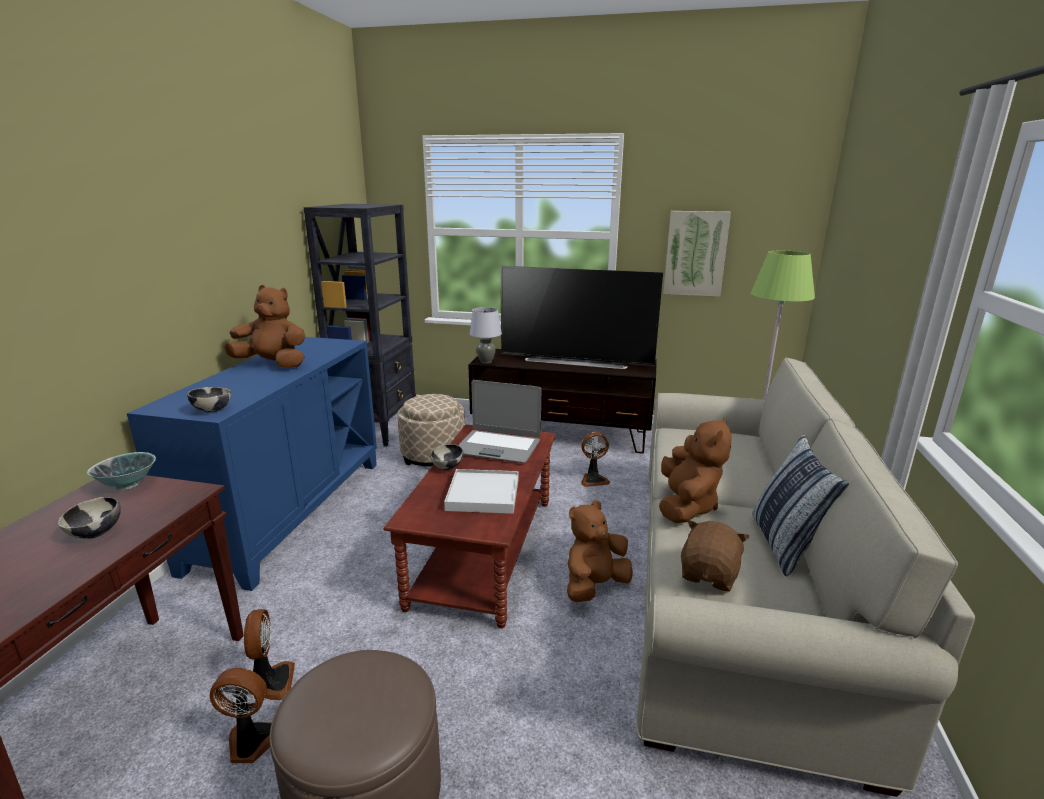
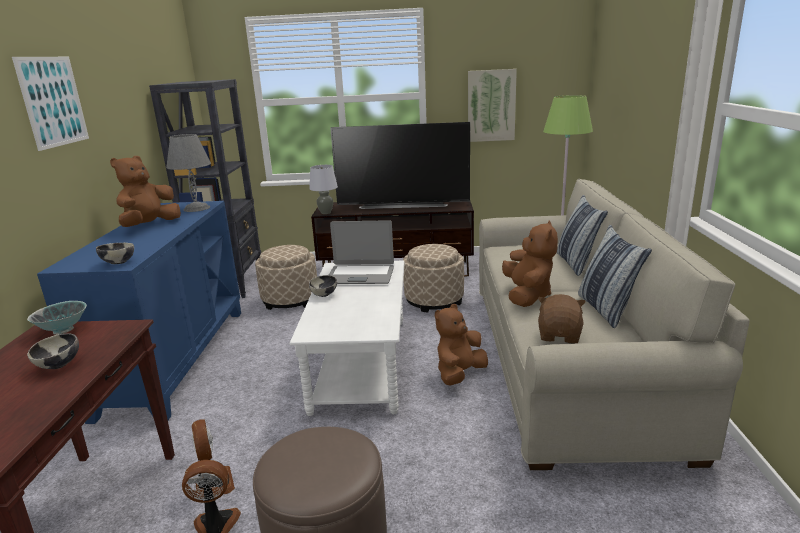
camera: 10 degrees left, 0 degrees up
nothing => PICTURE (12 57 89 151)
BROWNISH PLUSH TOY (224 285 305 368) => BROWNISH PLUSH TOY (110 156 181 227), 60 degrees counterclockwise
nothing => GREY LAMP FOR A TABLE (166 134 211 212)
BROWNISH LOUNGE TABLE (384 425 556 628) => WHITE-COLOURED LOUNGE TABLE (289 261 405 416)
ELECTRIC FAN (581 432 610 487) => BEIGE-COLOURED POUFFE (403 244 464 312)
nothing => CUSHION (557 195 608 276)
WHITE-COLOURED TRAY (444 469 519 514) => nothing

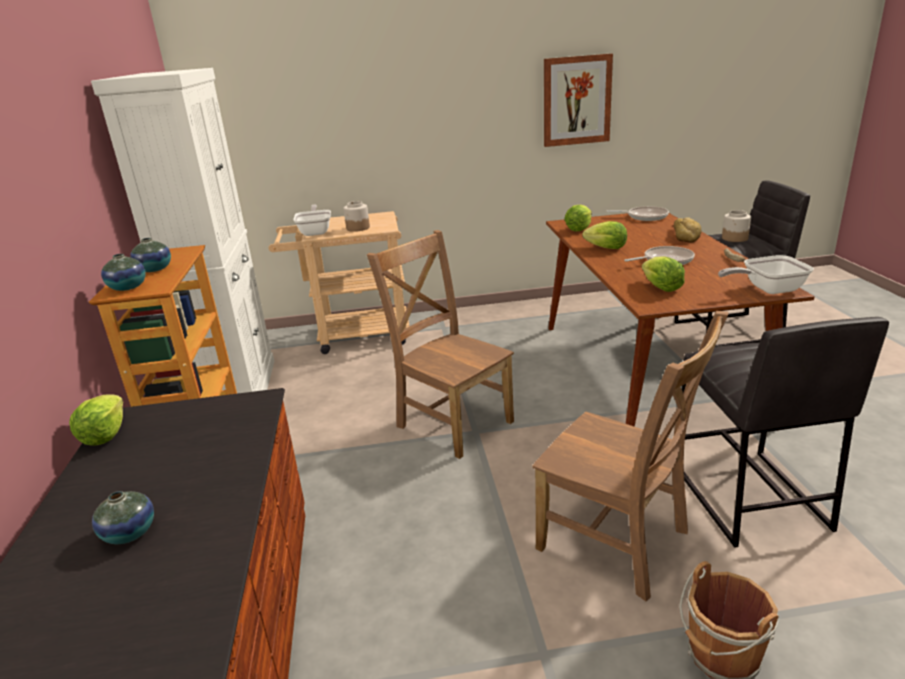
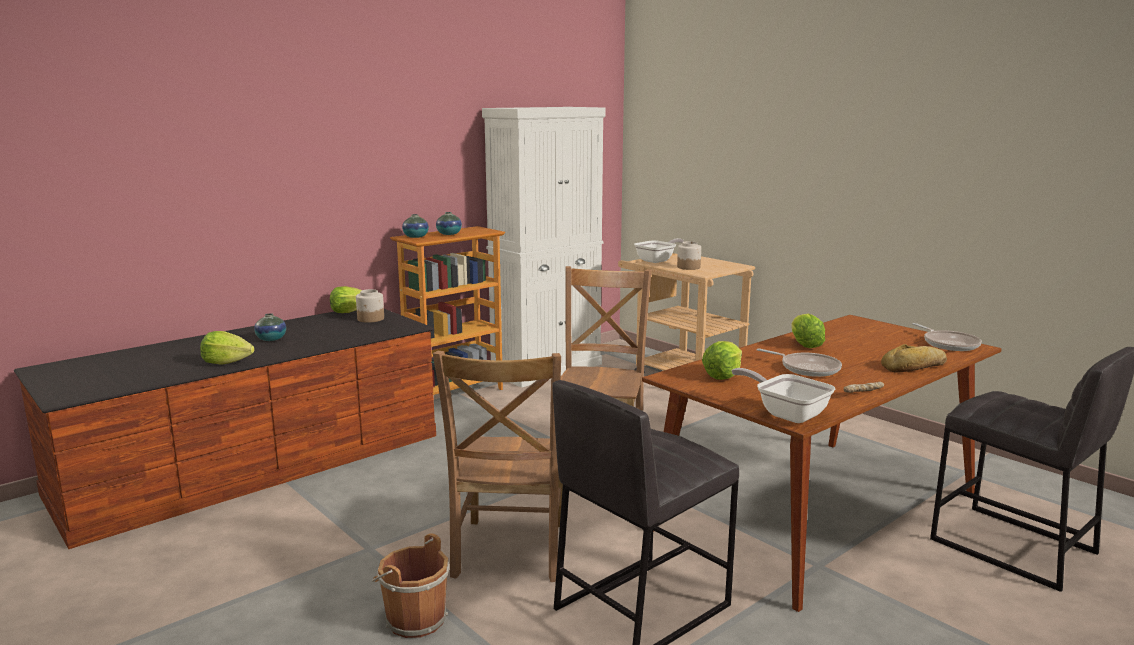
camera: 55 degrees right, 10 degrees down
HEAD OF LETTUCE (564 205 592 232) => HEAD OF LETTUCE (200 331 255 365), relocated
JAR (722 210 751 242) => JAR (356 289 384 323), relocated
PICTURE (544 54 613 147) => nothing

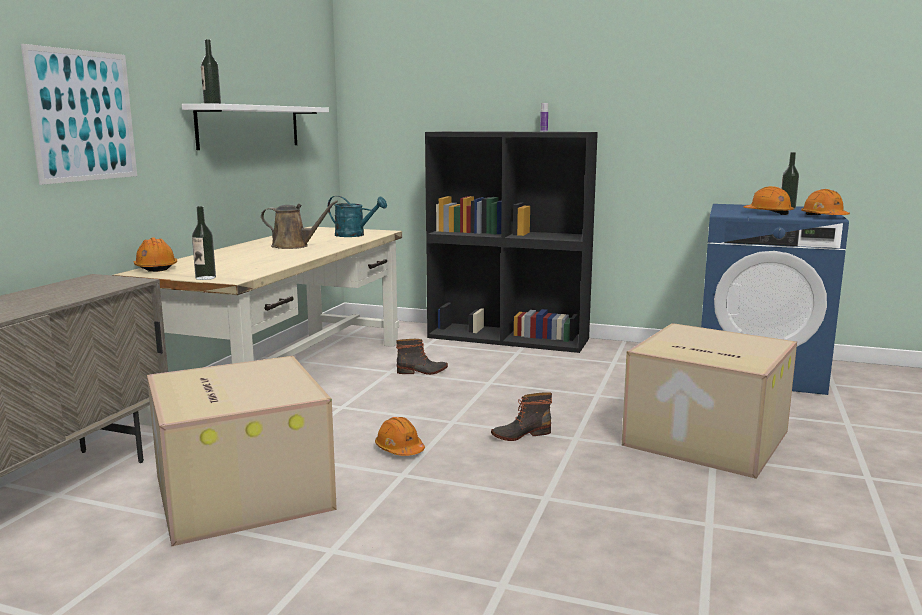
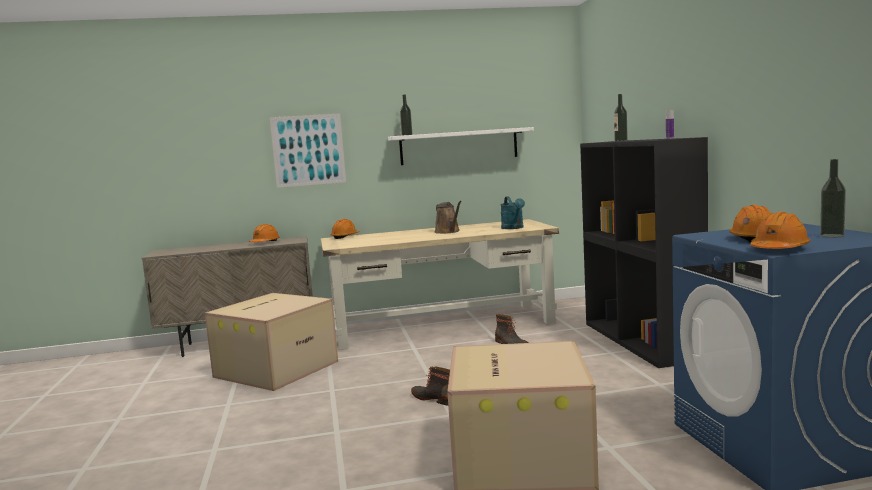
camera: 60 degrees right, 5 degrees down
ORANGE-COLOURED HARD HAT (375 417 425 456) => ORANGE-COLOURED HARD HAT (249 224 280 242), relocated
BOTTLE (192 206 216 280) => BOTTLE (614 94 628 141), relocated

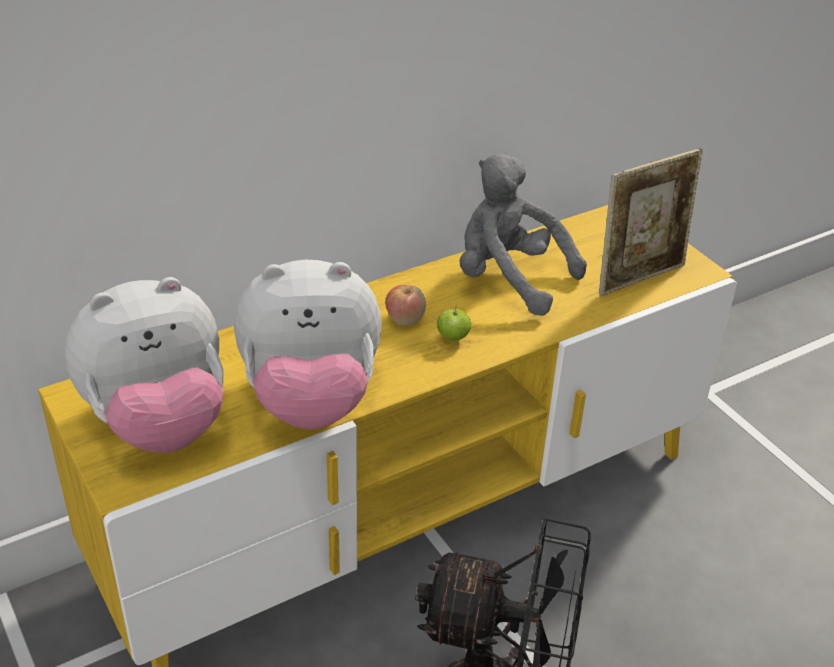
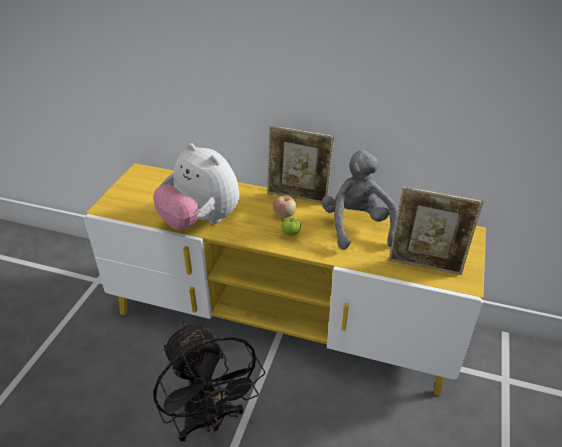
camera: 50 degrees right, 0 degrees up
nothing => STANDING FRAME (267 125 334 203)
PLUSH TOY (65 277 224 453) => nothing

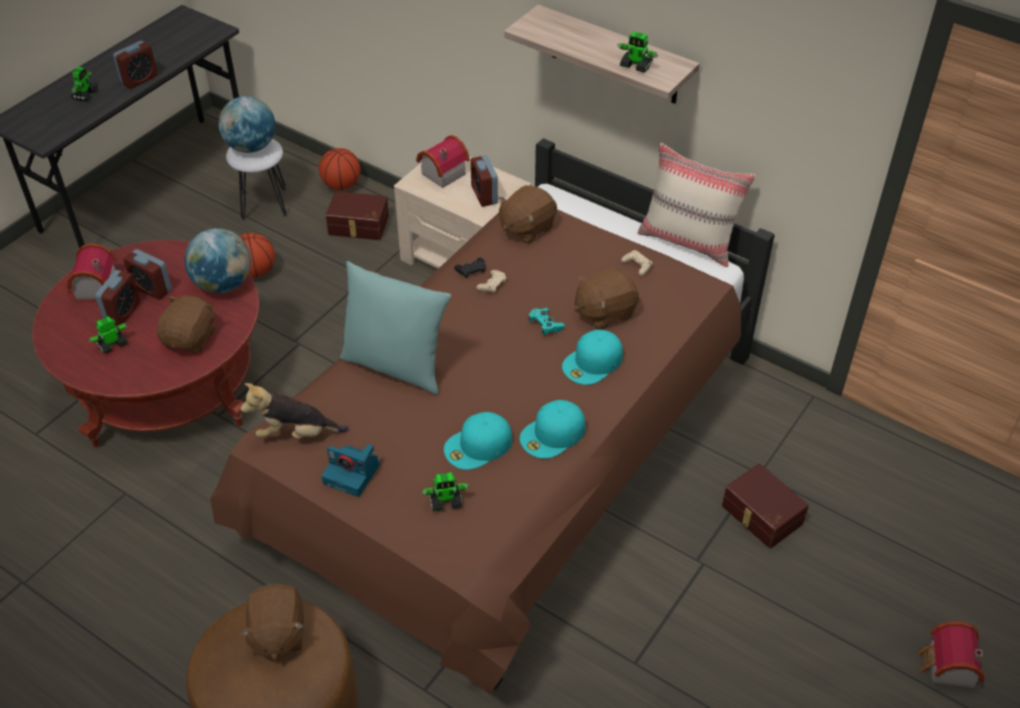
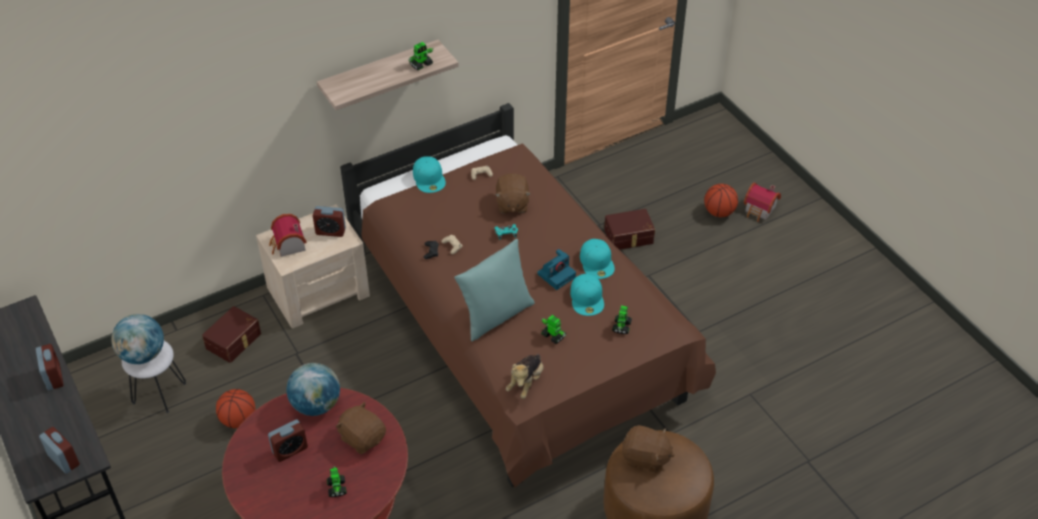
camera: 65 degrees left, 0 degrees up
TABLE CLOCK (95 270 140 326) => TABLE CLOCK (39 427 80 474), relocated
BLUE-GREEN PEAKED CAP (562 330 623 385) => BLUE-GREEN PEAKED CAP (413 156 446 193), relocated
PHOTO CAMERA (321 444 380 497) => PHOTO CAMERA (537 249 576 290), relocated
TOY ROBOT (71 67 98 101) => TOY ROBOT (541 315 566 344), relocated
BASKETBALL BALL (319 148 361 190) => BASKETBALL BALL (704 184 738 217), relocated
MODEL HOUSE (67 243 117 299) => nothing
BROWNISH PLUSH TOY (498 185 557 244) => nothing
BEIGE-COLOURED CUSHION (638 143 756 267) => nothing

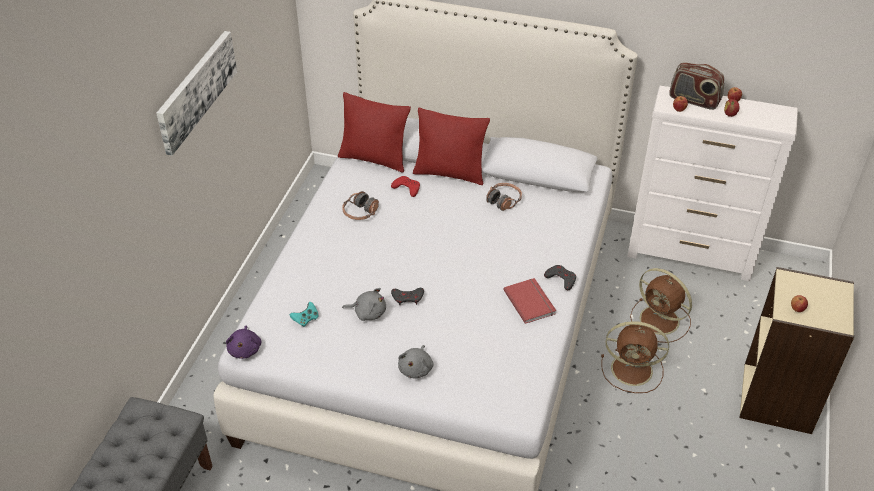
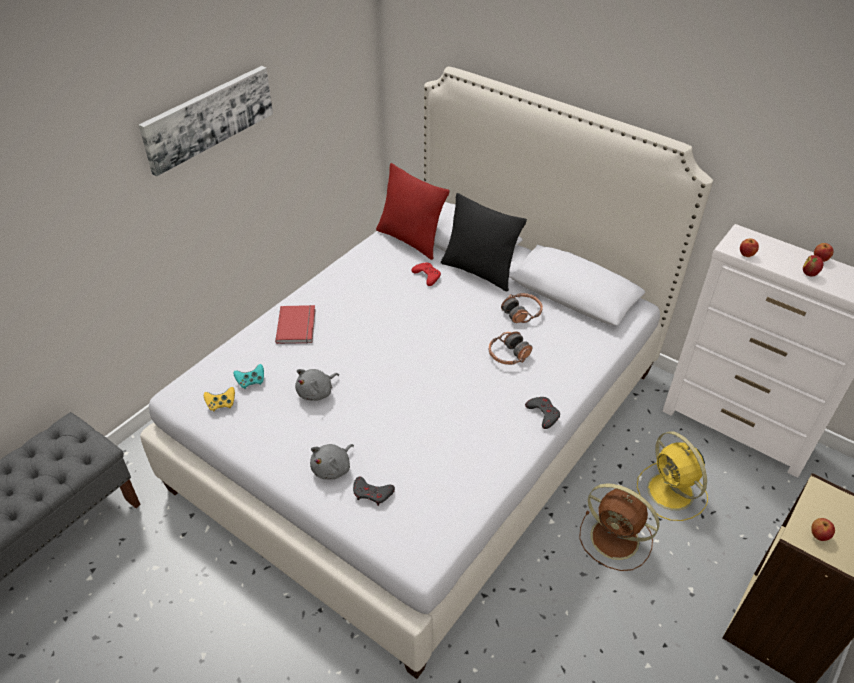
camera: 20 degrees right, 0 degrees up
nothing => YELLOW-COLOURED JOYPAD (204 387 235 411)
REDDISH VOLUME (504 278 556 324) => REDDISH VOLUME (275 305 316 344), relocated
GREY PLUSH TOY (342 288 386 321) => GREY PLUSH TOY (295 369 339 401), 105 degrees clockwise
GREY JOYPAD (391 288 424 305) => GREY JOYPAD (353 477 395 506), relocated
REDDISH CUSHION (413 108 490 185) => BLACK-COLOURED CUSHION (441 193 527 292)
HEADSET (342 191 379 220) => HEADSET (489 332 532 365), relocated
BROWNISH ELECTRIC FAN (630 268 692 343) => YELLOW-COLOURED ELECTRIC FAN (637 431 708 521)
PURPLE PLUSH TOY (226 326 261 359) => nothing
RADIO RECEIVER (669 63 724 110) => nothing

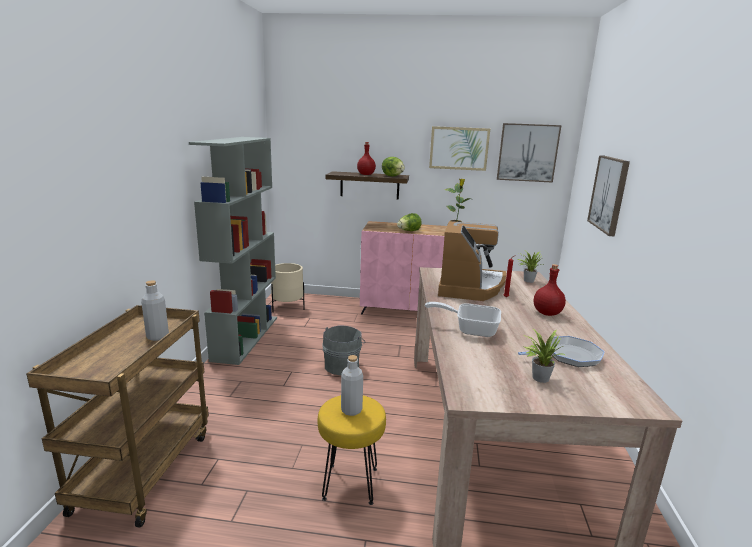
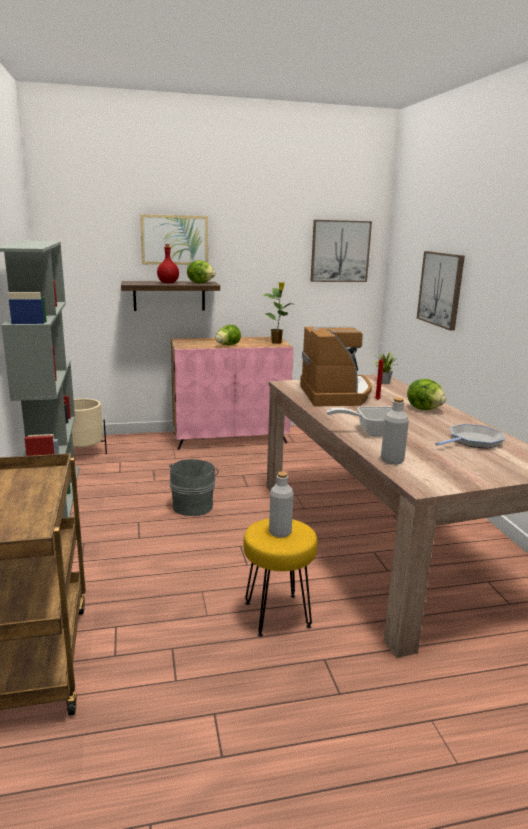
camera: 20 degrees left, 0 degrees up
PICTURE (429 126 490 171) => PICTURE (140 214 208 265), relocated
GREY BOTTLE (141 280 169 341) => GREY BOTTLE (381 397 409 465), relocated
REDDISH BOTTLE (534 264 566 316) => HEAD OF LETTUCE (407 379 446 410)
POTTED PLANT (523 328 567 383) => nothing

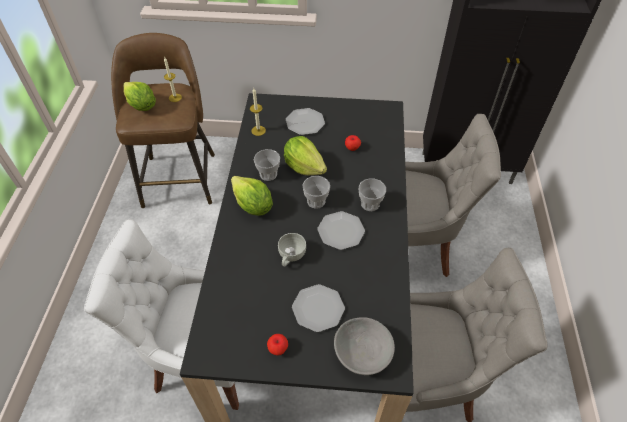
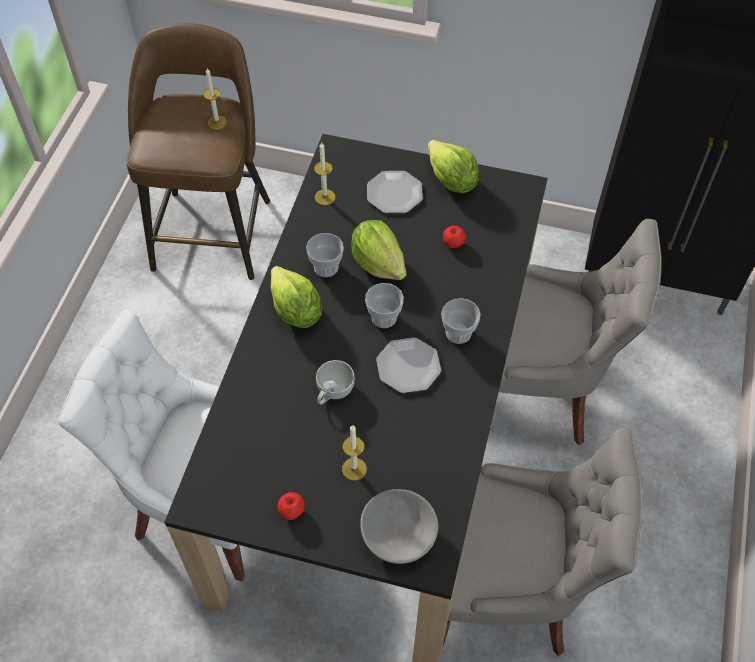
camera: 10 degrees right, 5 degrees up
DINNER PLATE (292 284 345 332) => CANDLE (342 425 367 481)
HEAD OF LETTUCE (123 82 156 111) => HEAD OF LETTUCE (428 140 479 193), relocated

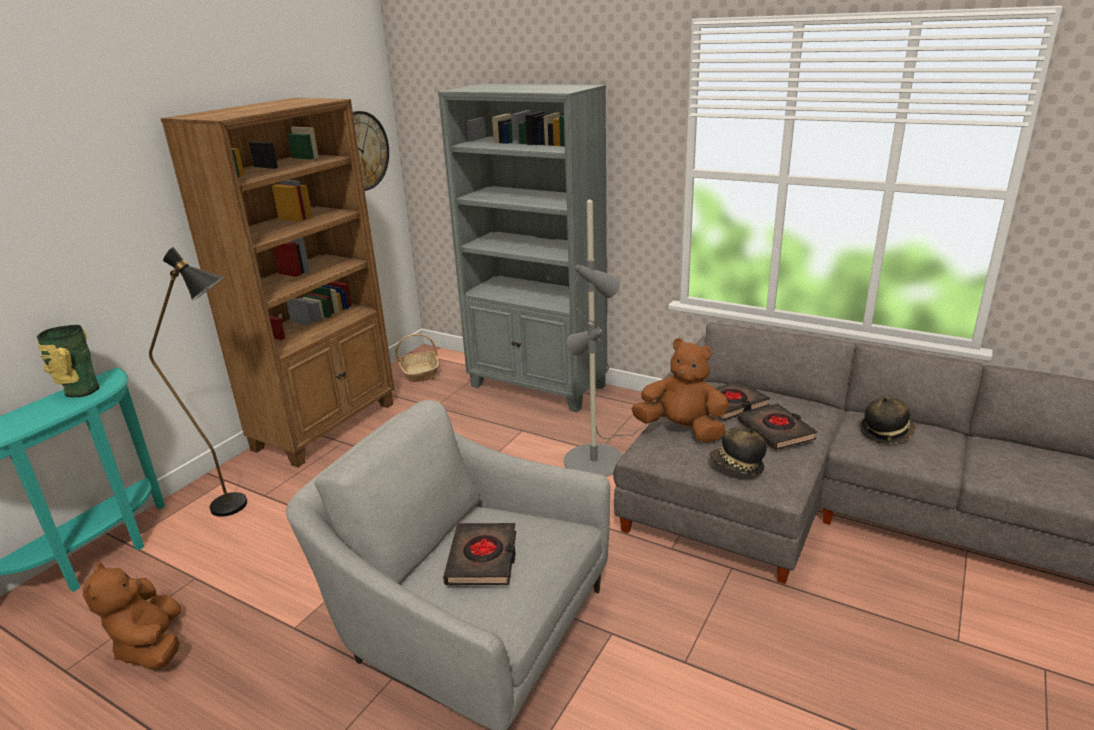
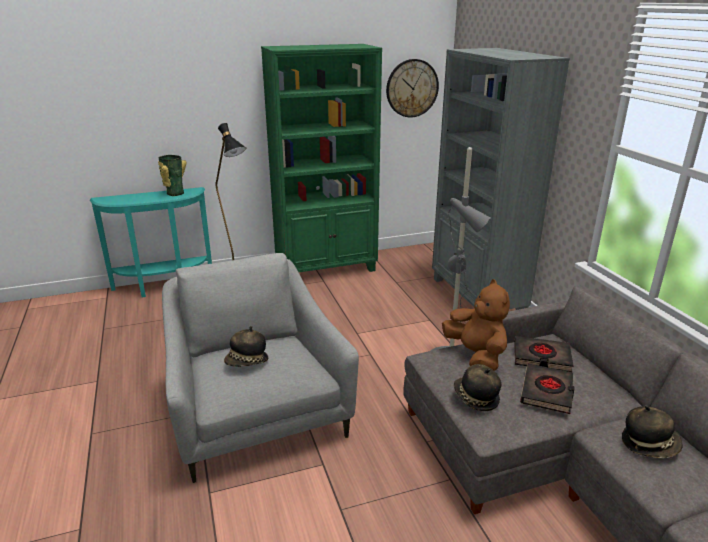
camera: 40 degrees right, 0 degrees up
BLACK-COLOURED VOLUME (443 523 516 585) => HAT (224 326 268 367)
BROWNISH BOOKCASE (161 98 395 467) => GREENISH BOOKCASE (261 44 382 272)
BROWNISH PLUSH TOY (83 562 181 669) => nothing
BASKET (395 334 439 382) => nothing

